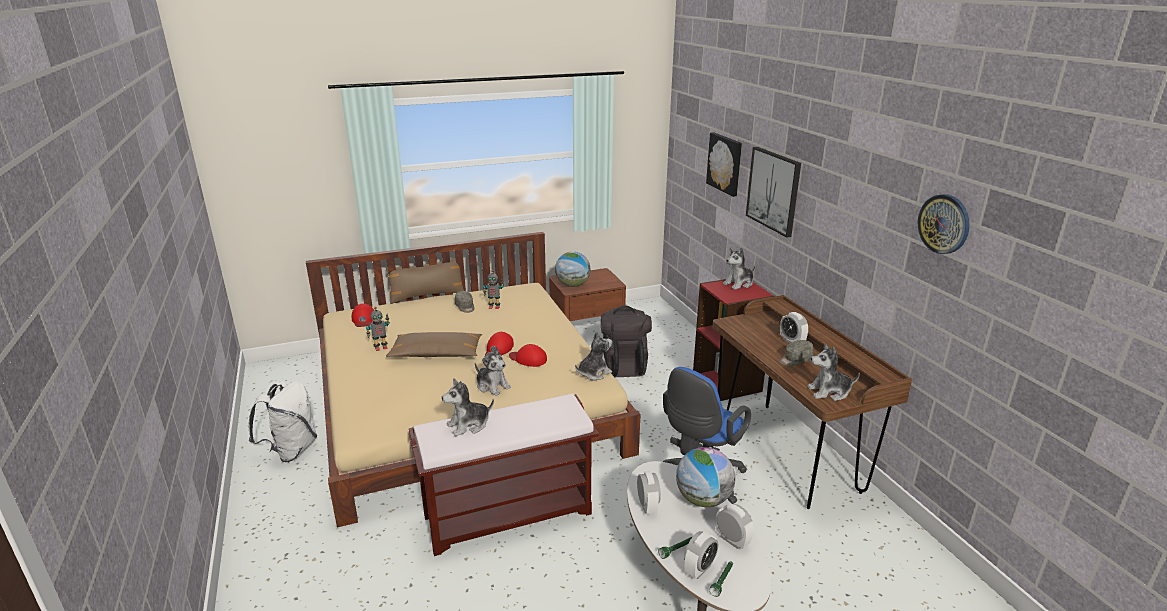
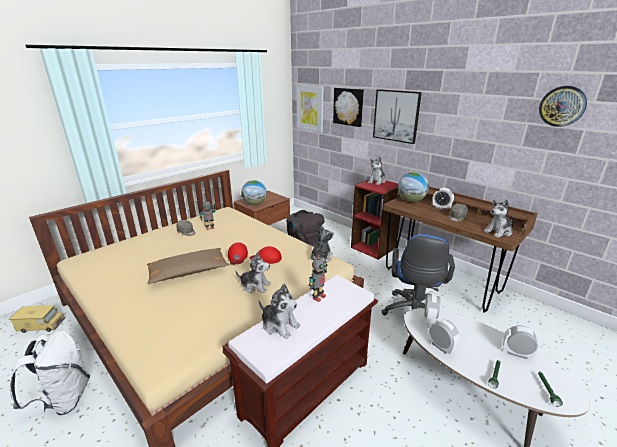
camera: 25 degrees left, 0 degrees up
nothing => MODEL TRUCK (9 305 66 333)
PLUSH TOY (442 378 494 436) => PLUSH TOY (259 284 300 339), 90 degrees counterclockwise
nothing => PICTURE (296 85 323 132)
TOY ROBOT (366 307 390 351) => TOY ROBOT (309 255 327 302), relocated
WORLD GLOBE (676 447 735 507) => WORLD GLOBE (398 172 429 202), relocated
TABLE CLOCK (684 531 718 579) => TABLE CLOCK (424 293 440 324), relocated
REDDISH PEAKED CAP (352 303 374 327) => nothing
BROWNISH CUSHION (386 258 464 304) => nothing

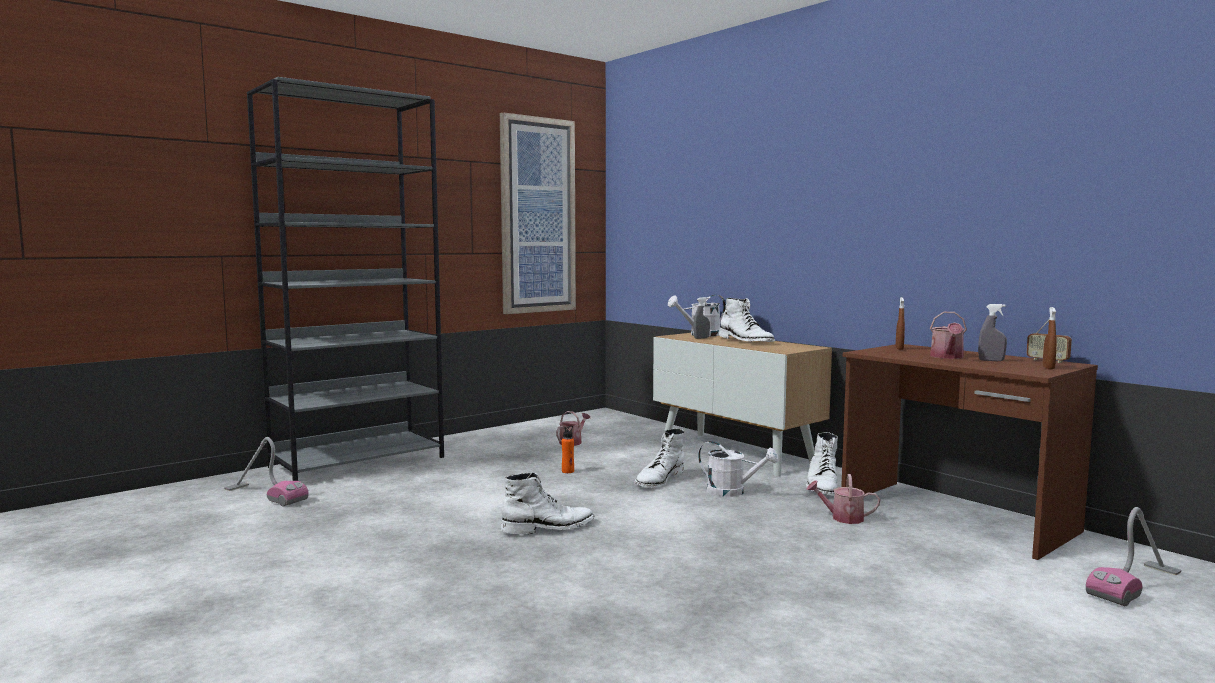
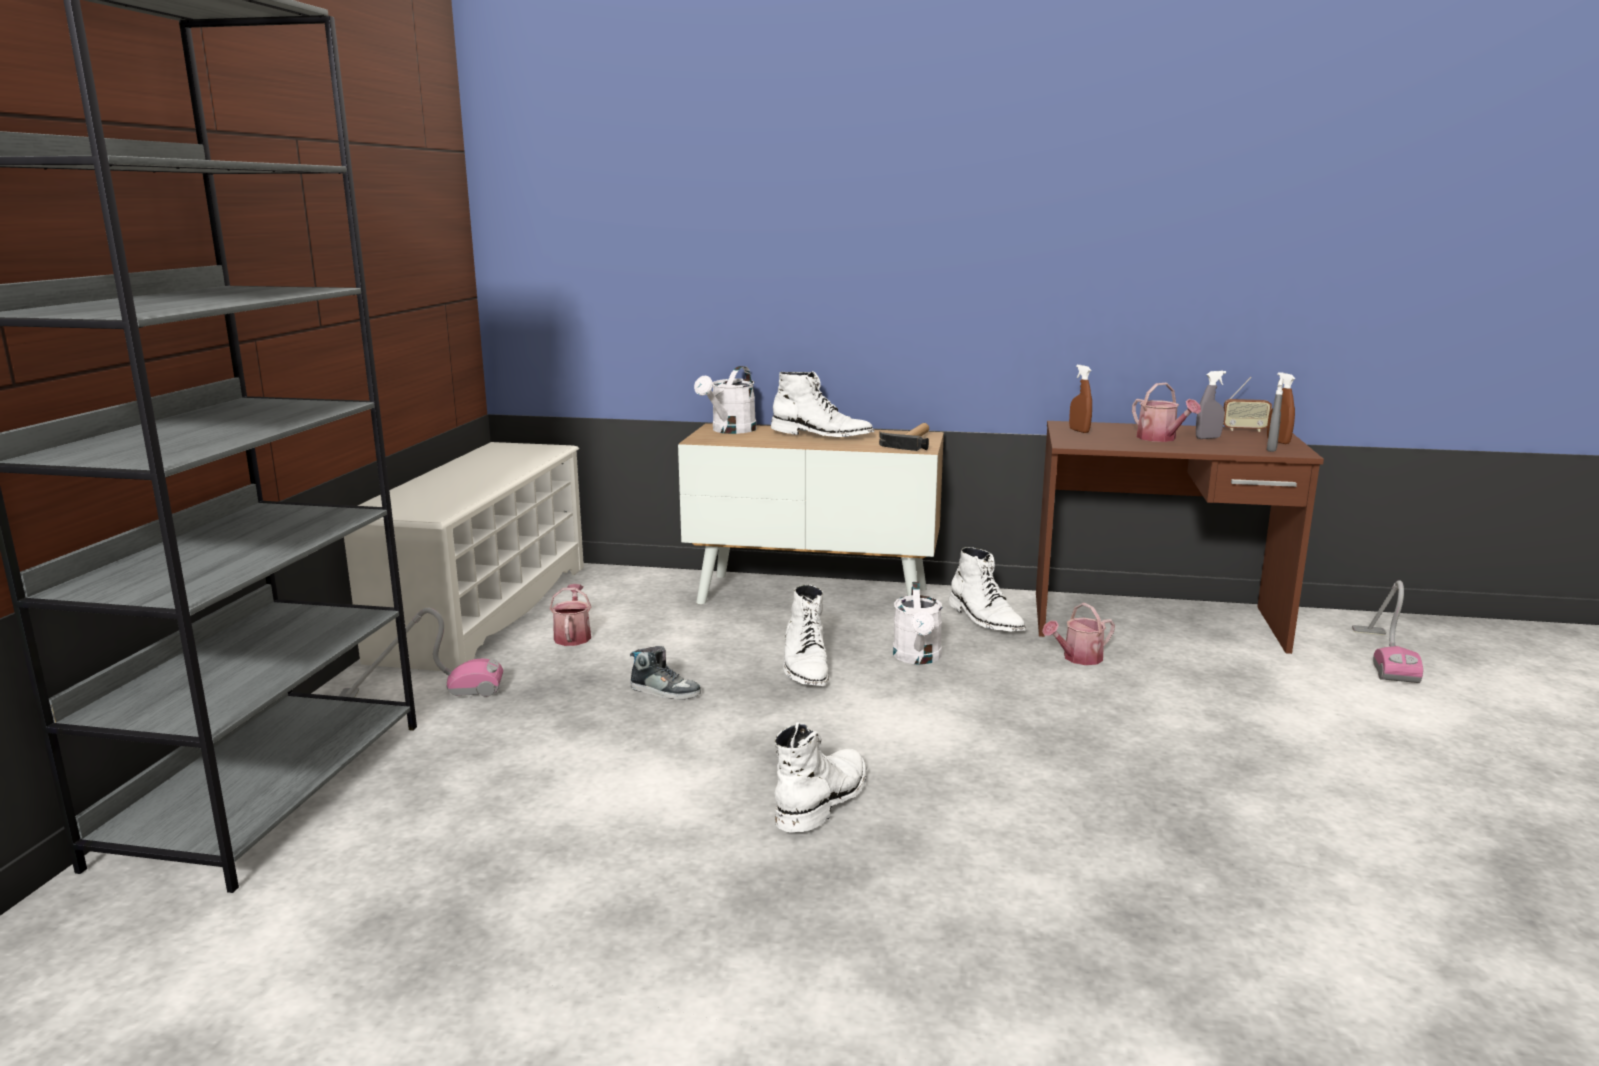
camera: 40 degrees left, 10 degrees up
VACUUM (224 437 309 507) => VACUUM (339 608 503 698), relocated
nothing => WHITE-COLOURED SHOE STAND (344 442 584 671)
ORANGE-COLOURED BOTTLE (562 426 574 473) => LOW SHOE (630 646 701 700)
nothing => TOOL HAMMER (879 423 929 451)
WHITE-COLOURED WATERING CAN (698 441 778 497) => WHITE-COLOURED WATERING CAN (893 581 943 665), 105 degrees clockwise
GREY HAND SPRAYER (693 297 710 339) => GREY HAND SPRAYER (1267 378 1283 452), relocated
PICTURE (500 112 576 314) => nothing

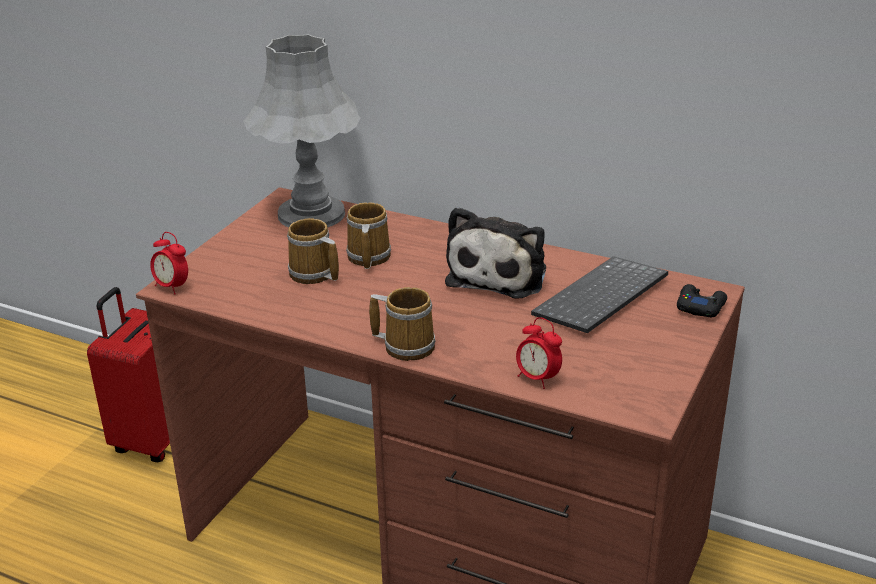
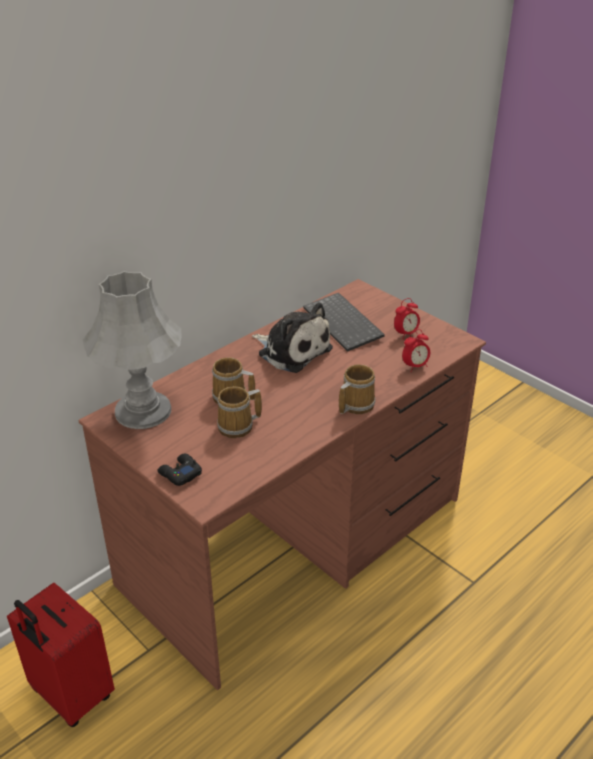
camera: 70 degrees left, 5 degrees up
BLACK-COLOURED JOYPAD (677 284 727 317) => BLACK-COLOURED JOYPAD (158 454 202 486), relocated
TABLE CLOCK (150 232 188 295) => TABLE CLOCK (394 298 420 339), relocated

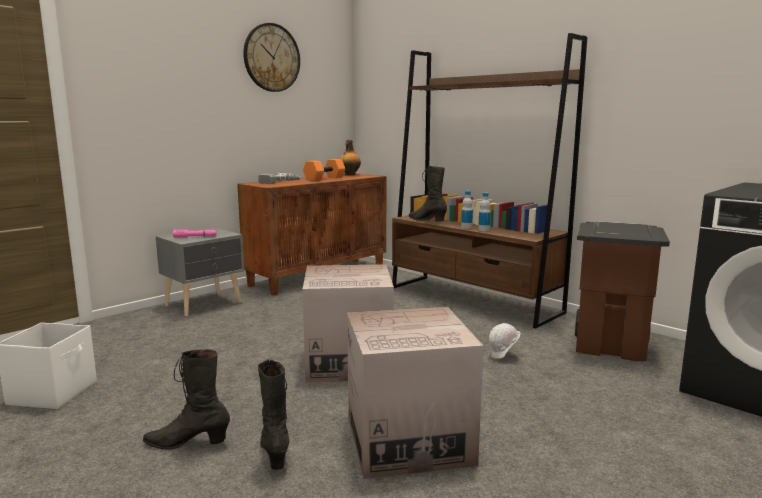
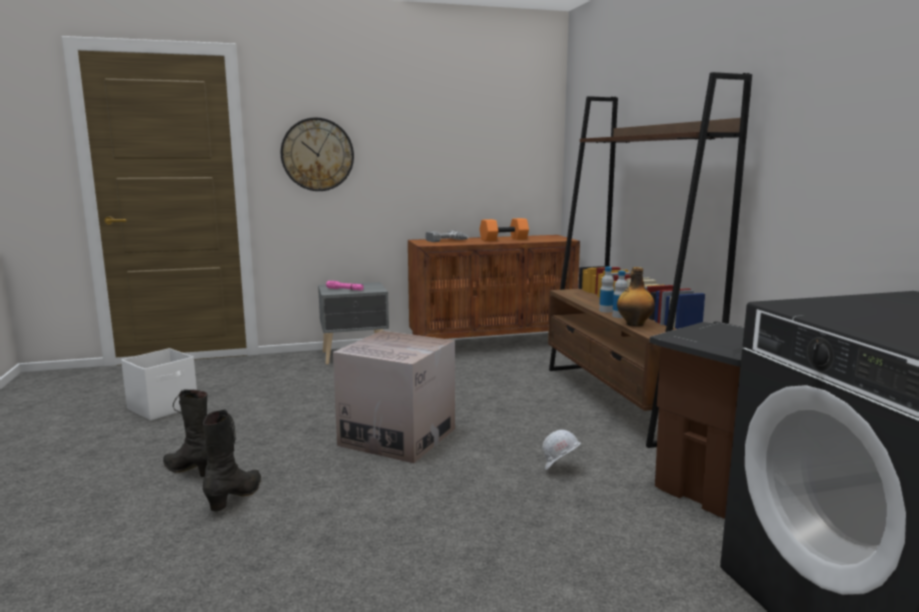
camera: 30 degrees right, 0 degrees up
HANGING CLOCK (243 23 300 92) => HANGING CLOCK (281 117 354 191), relocated
BOTTLE (340 140 361 175) => BOTTLE (617 267 655 327), relocated
PACKING BOX (347 307 484 479) => nothing
BLACK-COLOURED HIGH-TOP BOOT (409 166 447 222) => nothing

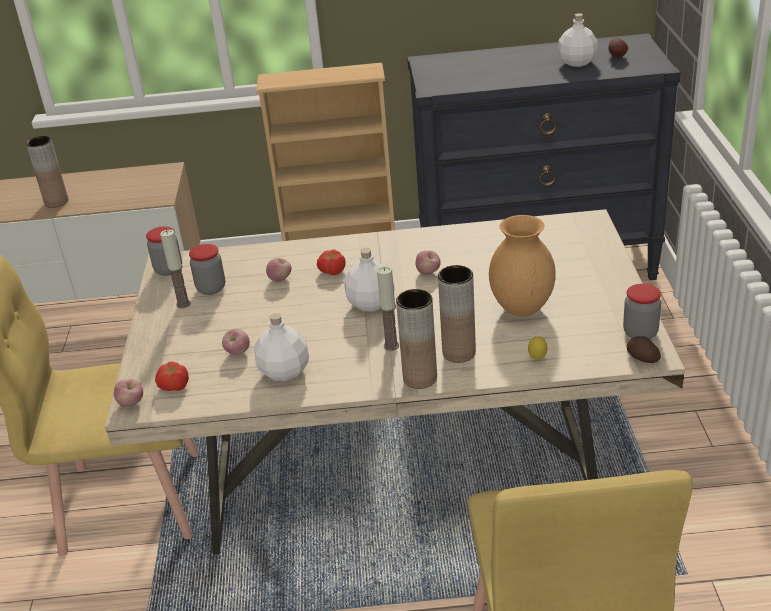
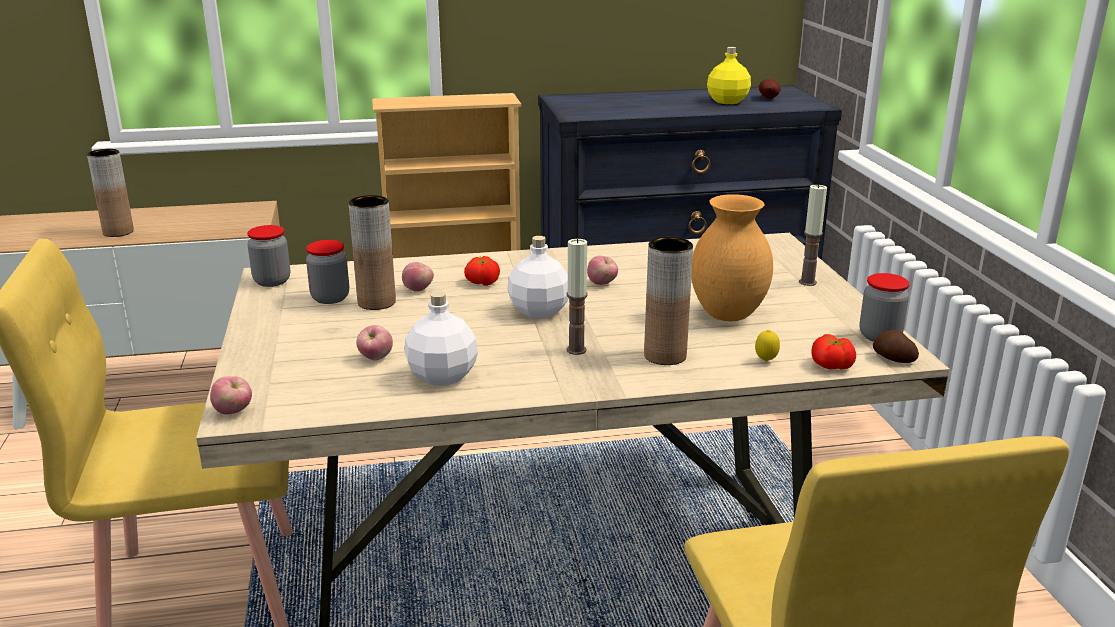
camera: 10 degrees left, 10 degrees down
BROWNISH DECORATIVE VASE (396 289 437 389) => BROWNISH DECORATIVE VASE (349 195 396 310), relocated
WHITE-COLOURED BOTTLE (558 13 598 67) => YELLOW-COLOURED BOTTLE (707 47 751 104)
CANDLE (160 230 191 308) => CANDLE (799 184 827 286), relocated
TOMATO (155 362 189 391) => TOMATO (811 334 856 369), relocated

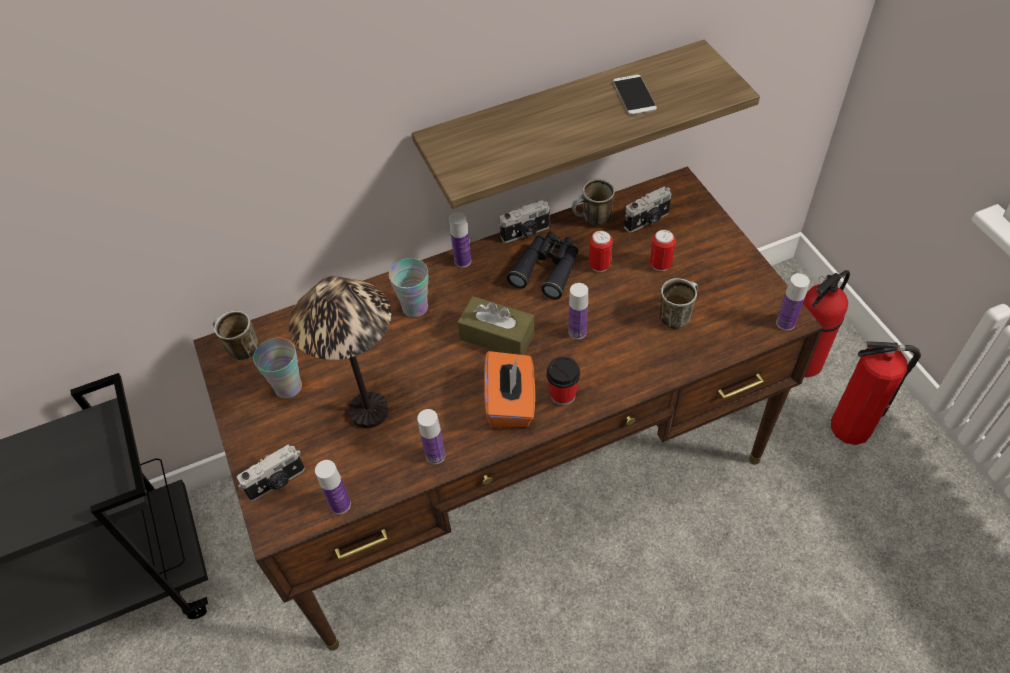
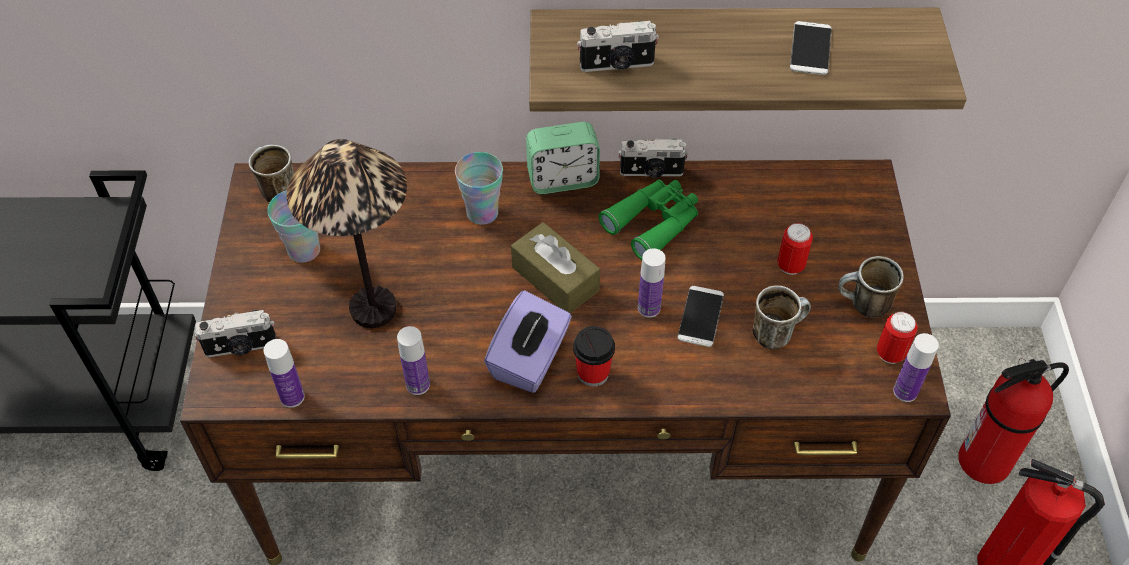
camera: 20 degrees right, 0 degrees up
ORANGE-COLOURED BOX OF TISSUES (484 351 535 428) => PURPLE BOX OF TISSUES (484 290 572 393)
BOTTLE (449 212 471 268) => TABLE CLOCK (526 122 600 194)
PHOTO CAMERA (624 186 672 233) => PHOTO CAMERA (577 21 659 72), relocated
BLACK-COLOURED PAIR OF BINOCULARS (507 231 578 300) => GREENISH PAIR OF BINOCULARS (598 179 698 260)
nothing => PHONE (678 286 724 347)
MUG (572 179 615 226) => MUG (839 256 904 318), relocated
METAL CAN (589 230 613 272) => METAL CAN (877 312 918 364), relocated

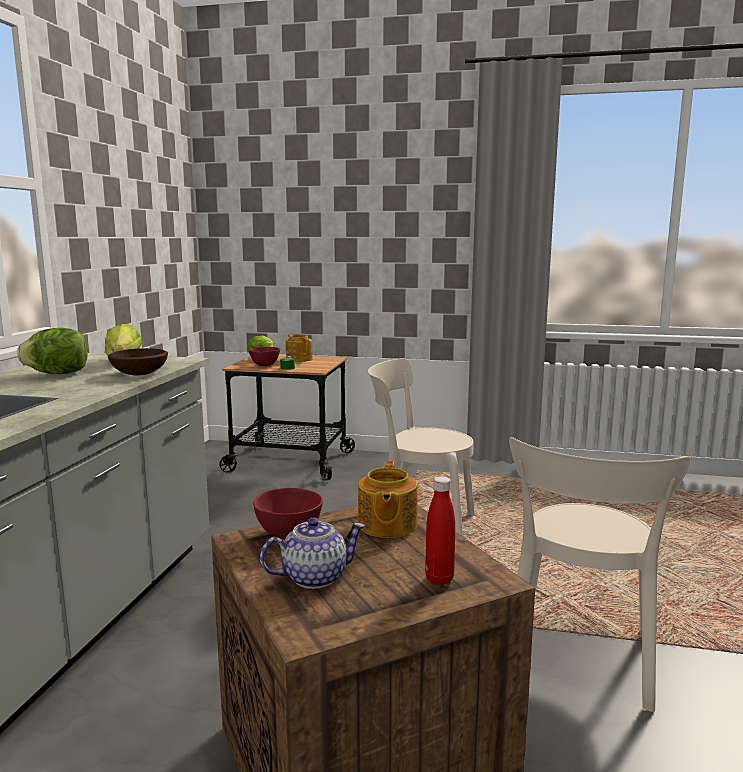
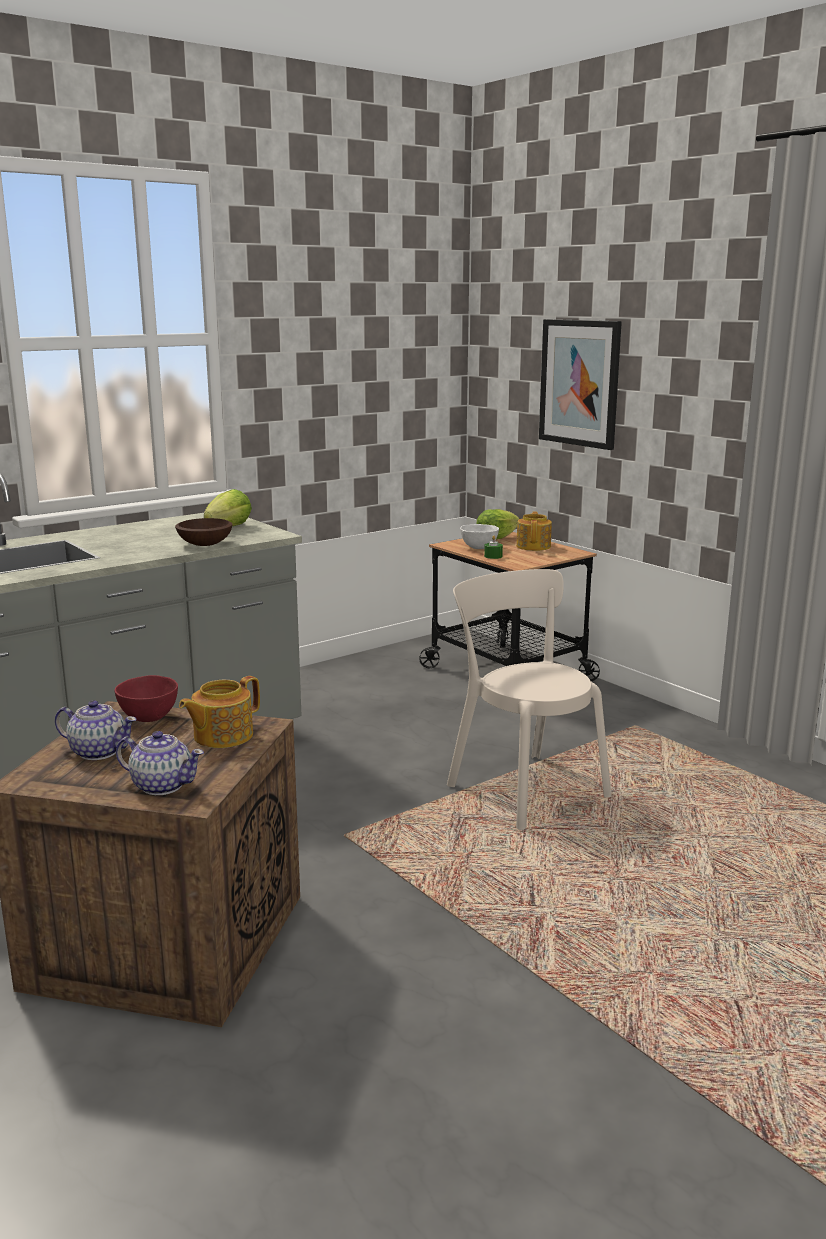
camera: 40 degrees right, 5 degrees up
REDDISH BOTTLE (425 476 455 586) => POT FOR TEA (116 731 204 795)
REDDISH SERVING BOWL (249 347 280 366) => WHITE-COLOURED SERVING BOWL (460 524 499 549)
nothing => PICTURE (539 319 622 450)
HEAD OF LETTUCE (17 328 87 374) => nothing
BEIGE-COLOURED PLAIN CHAIR (509 437 691 712) => nothing

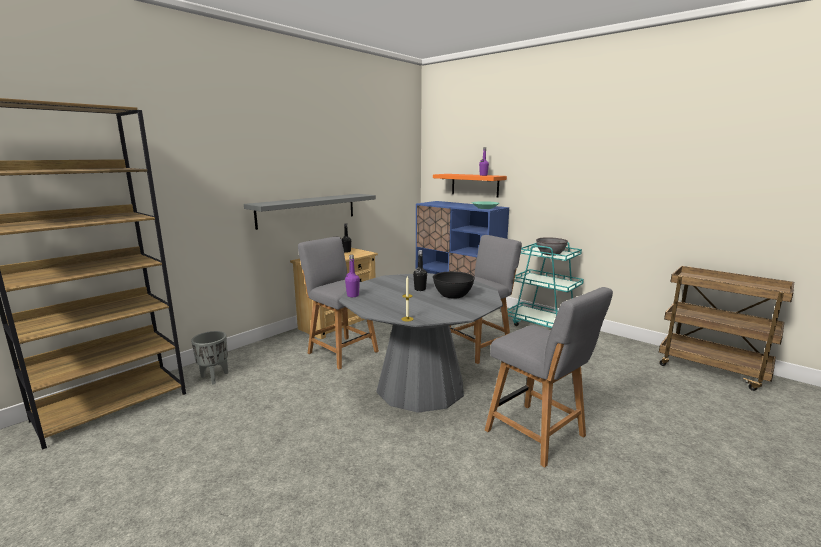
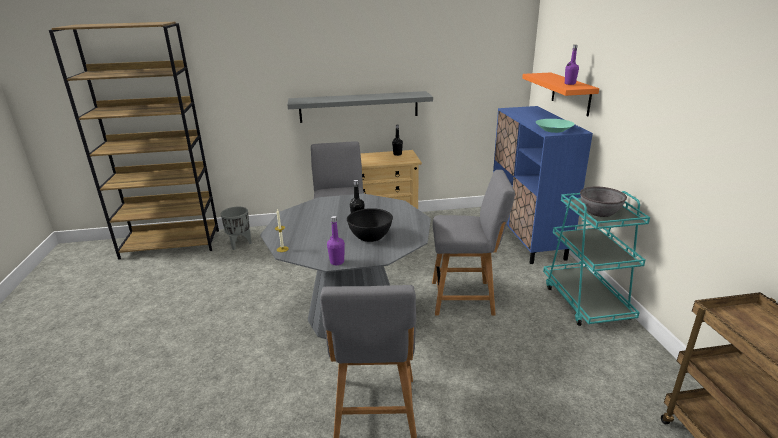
camera: 40 degrees right, 10 degrees up
PURPLE BOTTLE (345 255 360 297) => PURPLE BOTTLE (327 216 345 265), relocated

